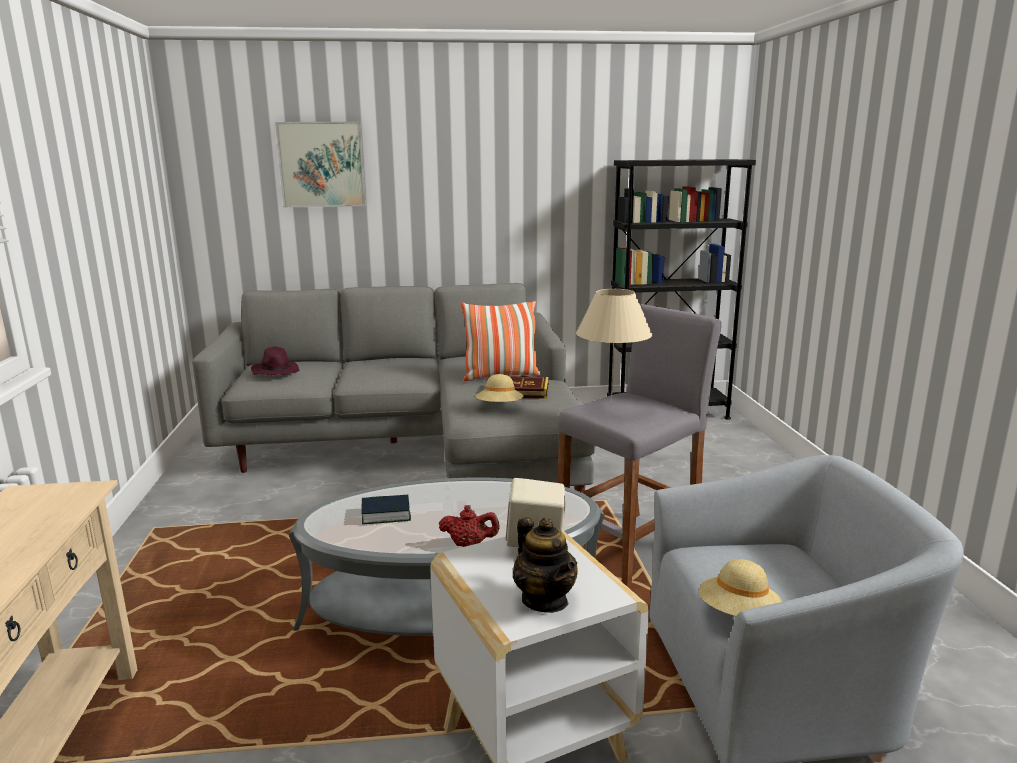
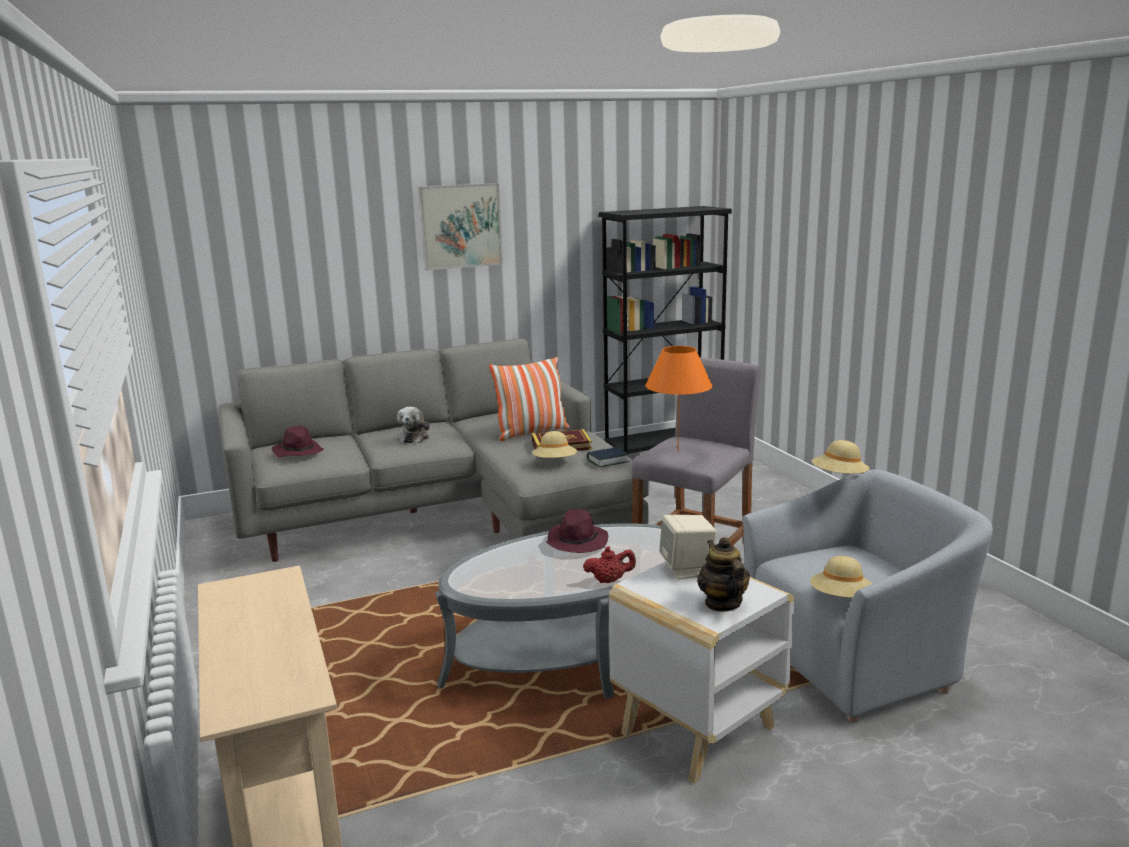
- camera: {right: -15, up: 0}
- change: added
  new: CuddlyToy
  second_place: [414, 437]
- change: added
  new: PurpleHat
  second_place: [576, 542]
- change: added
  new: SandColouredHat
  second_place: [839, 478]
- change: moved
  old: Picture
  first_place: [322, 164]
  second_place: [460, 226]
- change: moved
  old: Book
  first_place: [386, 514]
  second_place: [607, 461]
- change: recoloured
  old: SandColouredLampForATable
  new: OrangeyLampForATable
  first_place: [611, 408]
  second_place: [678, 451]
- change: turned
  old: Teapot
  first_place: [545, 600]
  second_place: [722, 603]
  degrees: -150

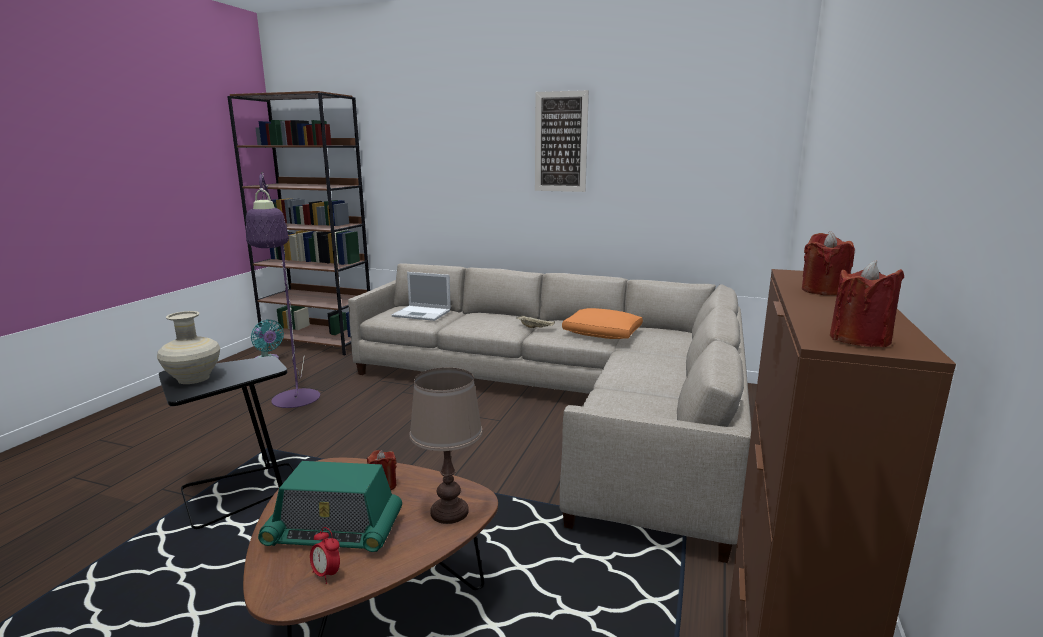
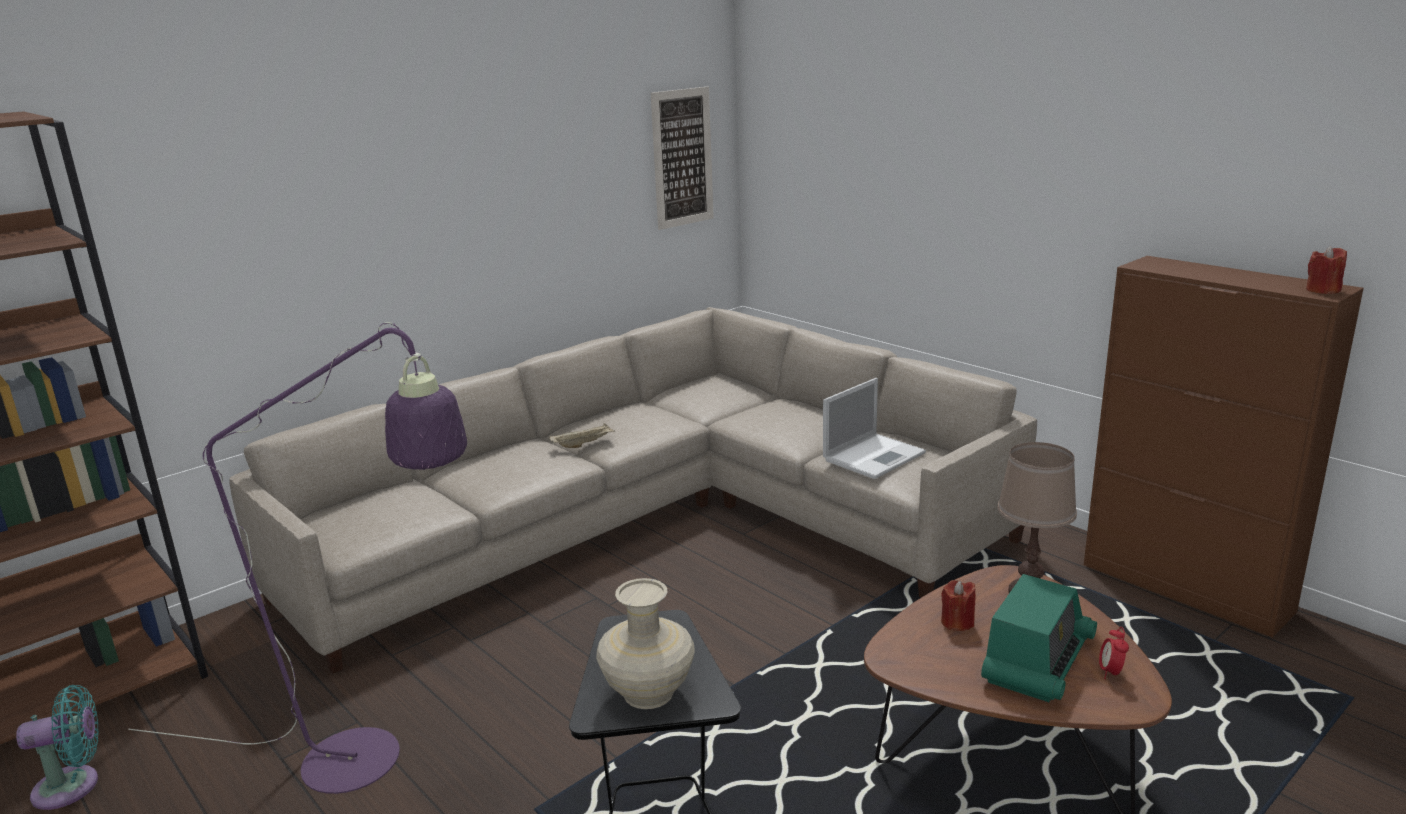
- camera: {right: -60, up: 5}
- change: removed
  old: OrangeyPillow
  first_place: [603, 334]
- change: removed
  old: RedWaxLight
  first_place: [823, 290]
- change: moved
  old: NotebookComputer
  first_place: [422, 313]
  second_place: [875, 456]
- change: moved
  old: Picture
  first_place: [561, 142]
  second_place: [682, 158]
- change: turned
  old: BedsideClock
  first_place: [326, 574]
  second_place: [1110, 672]
  degrees: 120

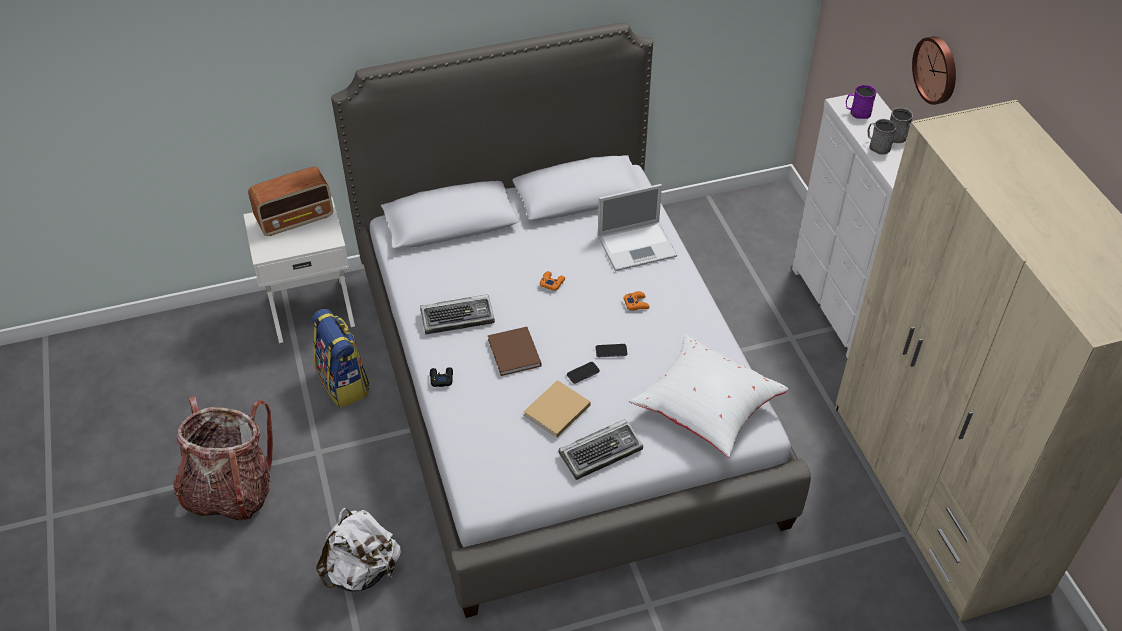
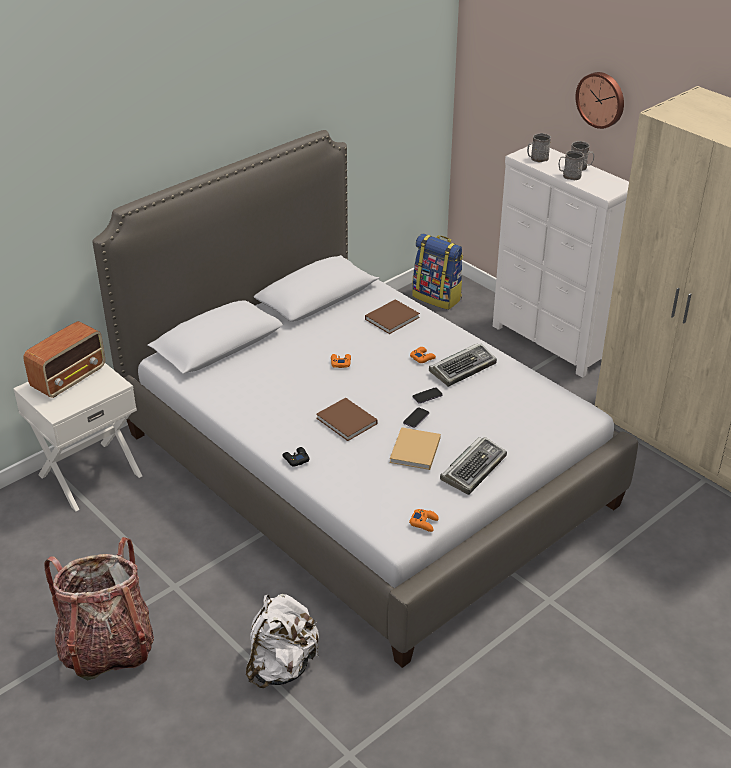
- camera: {right: -25, up: -10}
- change: removed
  old: WhiteColouredPillow
  first_place: [705, 410]
- change: added
  new: OrangeyGamepad
  second_place: [424, 522]
- change: moved
  old: Rucksack
  first_place: [344, 383]
  second_place: [437, 297]
- change: moved
  old: ComputerKeyboard
  first_place: [458, 317]
  second_place: [463, 368]
- change: replaced
  old: NotebookComputer
  new: BrownishBook
  first_place: [638, 246]
  second_place: [393, 318]
- change: recoloured
  old: PurpleMug
  new: GreyMug
  first_place: [857, 113]
  second_place: [537, 159]

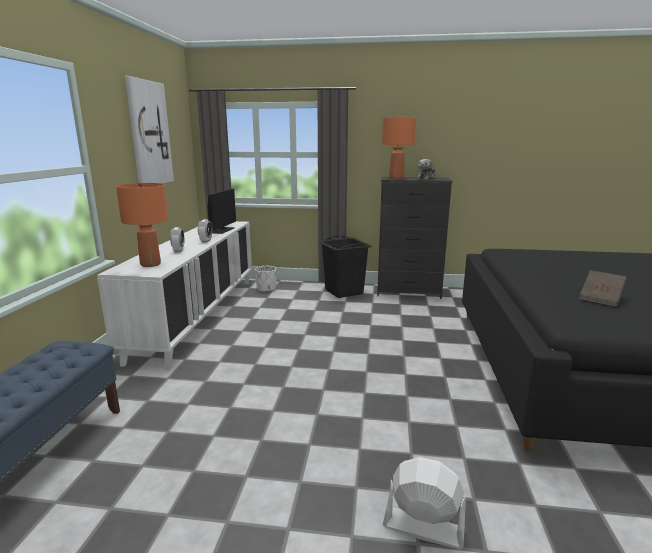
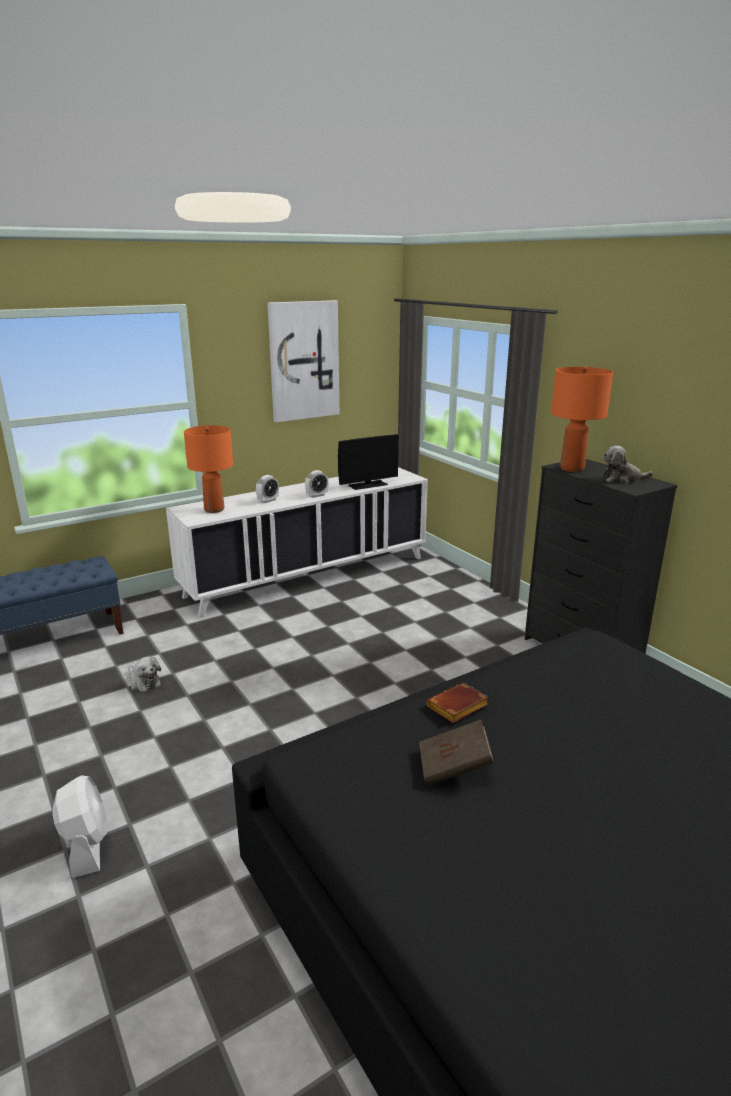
- camera: {right: 50, up: 5}
- change: removed
  old: WhiteColouredPlantPot
  first_place: [266, 289]
- change: removed
  old: BlackHamper
  first_place: [344, 292]
- change: added
  new: CuddlyToy
  second_place: [144, 682]
- change: added
  new: BrownishBook
  second_place: [457, 708]

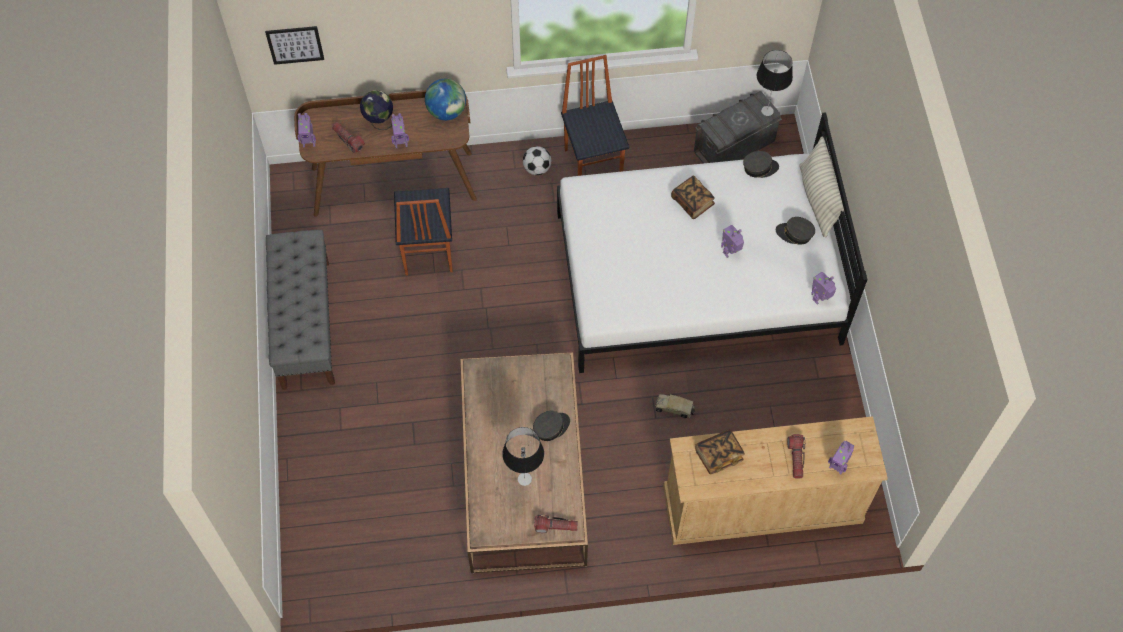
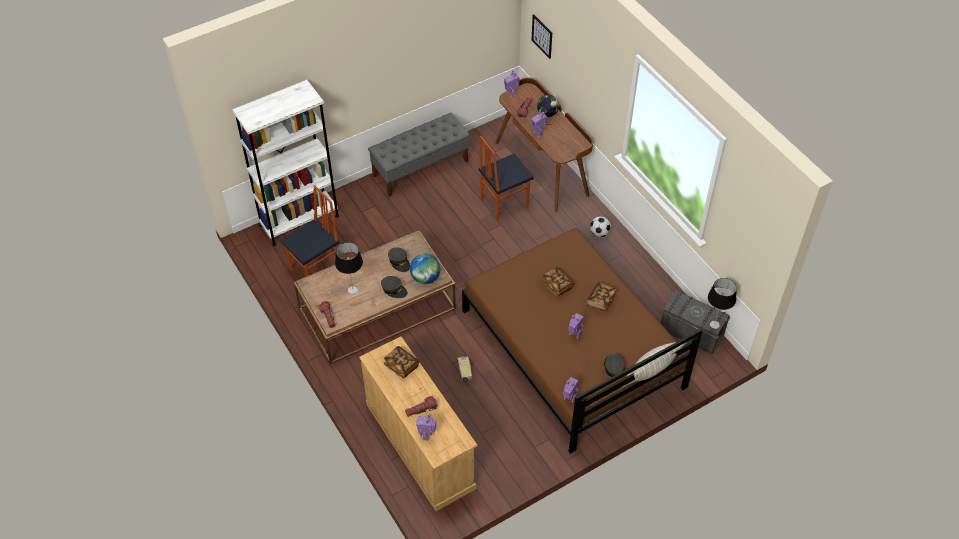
- camera: {right: 65, up: -10}
- change: added
  new: WhiteColouredBookshelf
  second_place: [299, 220]
- change: added
  new: Book
  second_place: [557, 285]
- change: moved
  old: DeskGlobe
  first_place: [447, 111]
  second_place: [425, 278]
- change: moved
  old: UprightChair
  first_place: [594, 163]
  second_place: [316, 270]
- change: moved
  old: GreyPeakedCap
  first_place: [759, 168]
  second_place: [399, 262]
- change: recoloured
  old: WhiteColouredBed
  new: BrownishBed
  first_place: [696, 277]
  second_place: [571, 348]

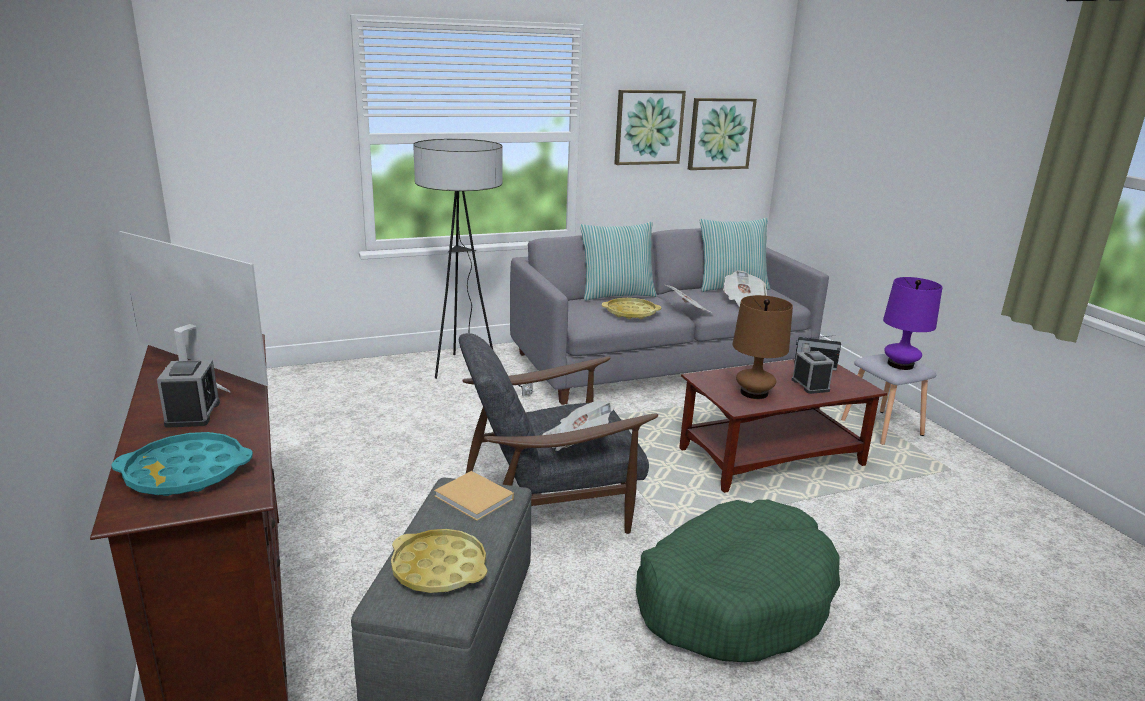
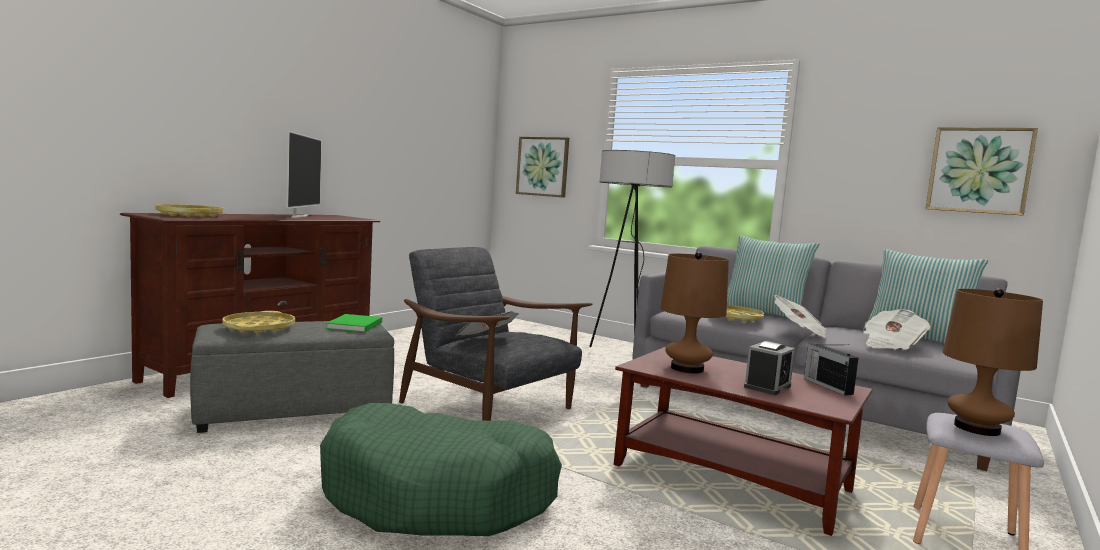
- camera: {right: 55, up: -15}
- change: removed
  old: BedsideClock
  first_place: [193, 414]
- change: moved
  old: Picture
  first_place: [648, 127]
  second_place: [543, 166]
- change: recoloured
  old: TurquoiseCarryingTray
  new: YellowCarryingTray
  first_place: [186, 473]
  second_place: [190, 215]
- change: recoloured
  old: SandColouredBook
  new: GreenishBook
  first_place: [475, 498]
  second_place: [354, 326]
- change: recoloured
  old: PurpleLampForATable
  new: BrownishLampForATable
  first_place: [900, 364]
  second_place: [977, 428]

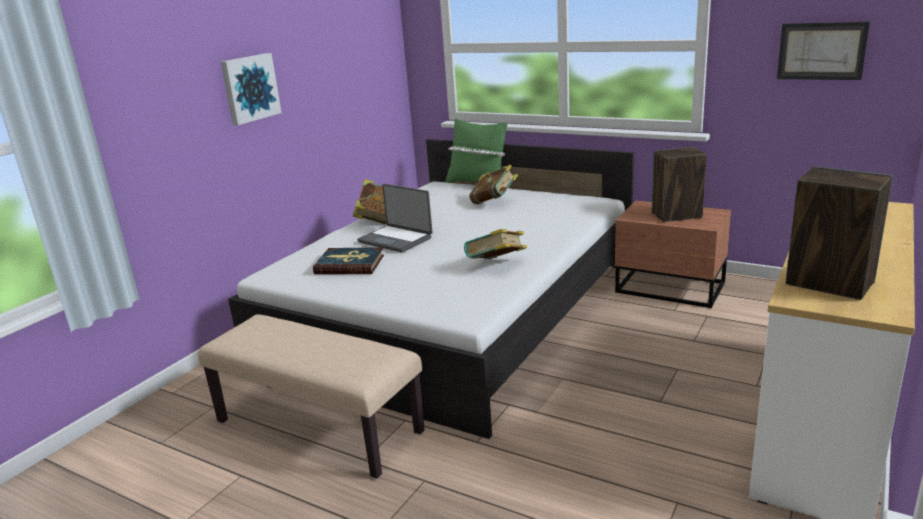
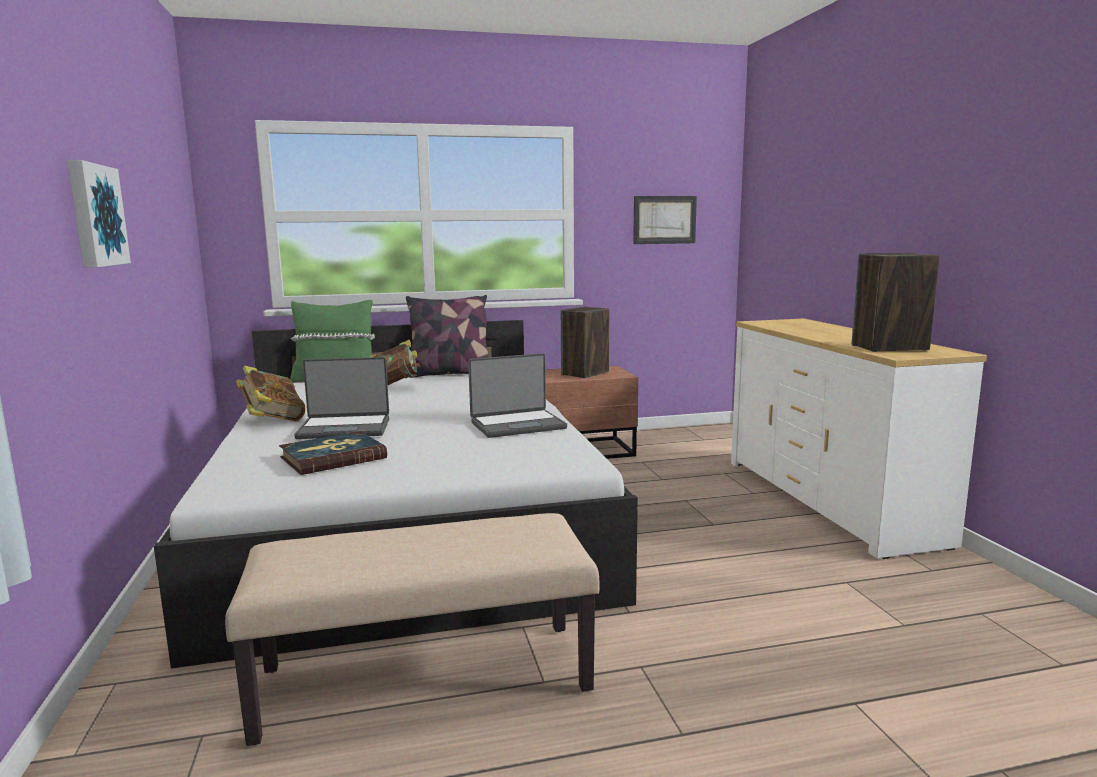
- camera: {right: -45, up: -10}
- change: added
  new: Pillow
  second_place: [450, 373]
- change: replaced
  old: Book
  new: NotebookComputer
  first_place: [496, 266]
  second_place: [517, 425]

